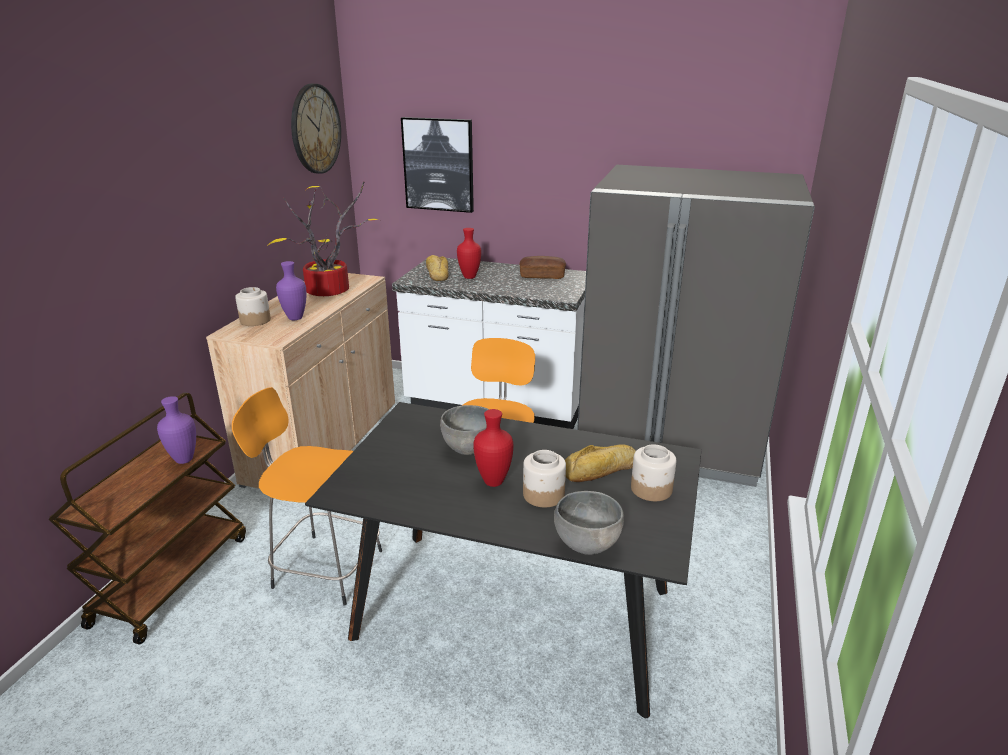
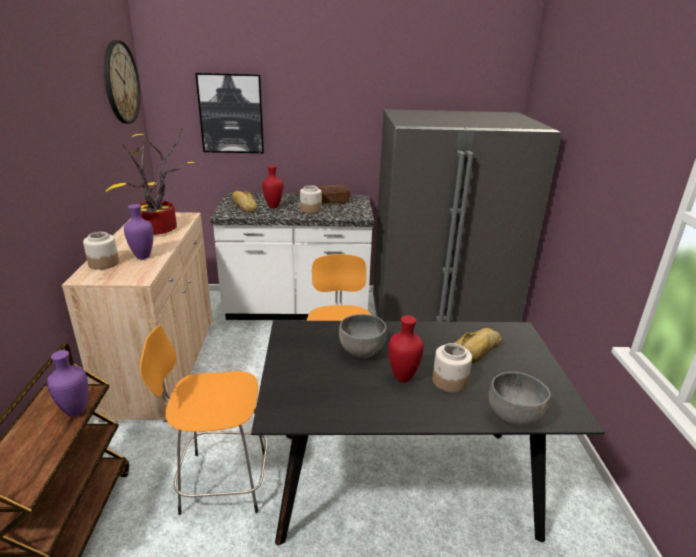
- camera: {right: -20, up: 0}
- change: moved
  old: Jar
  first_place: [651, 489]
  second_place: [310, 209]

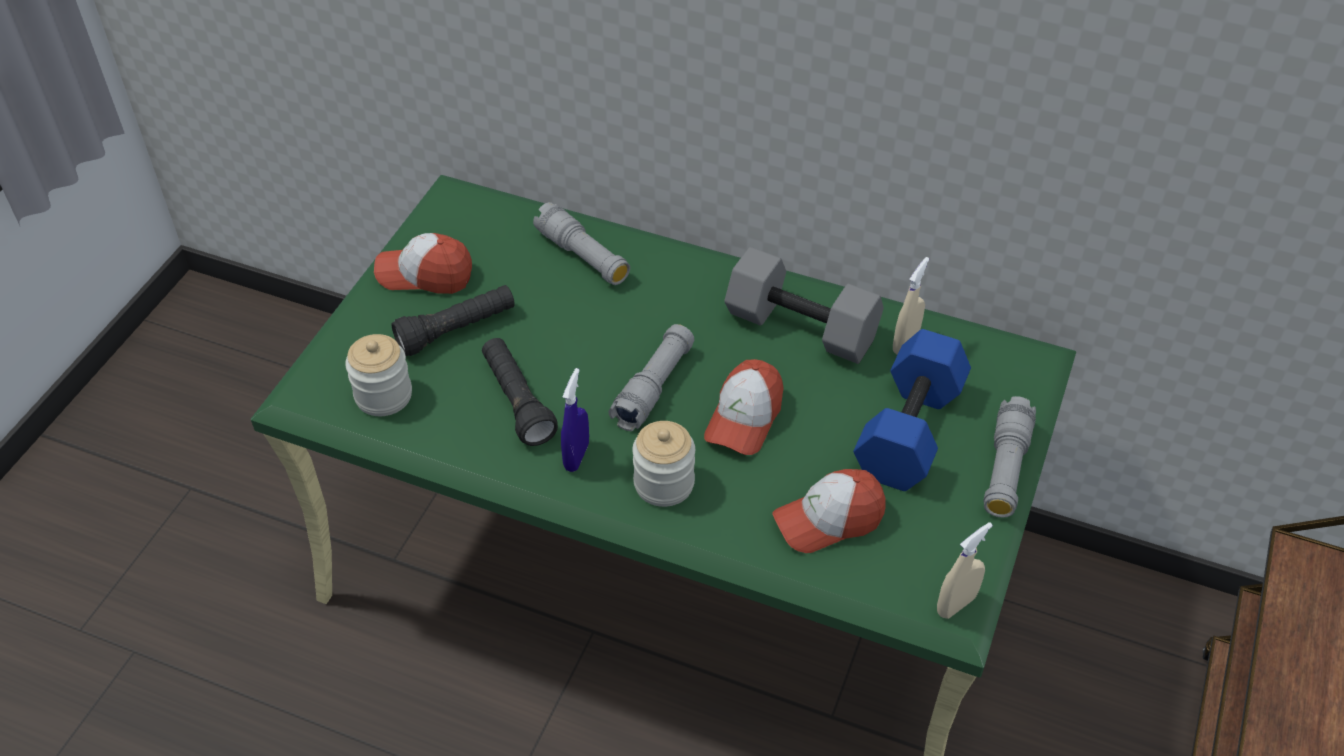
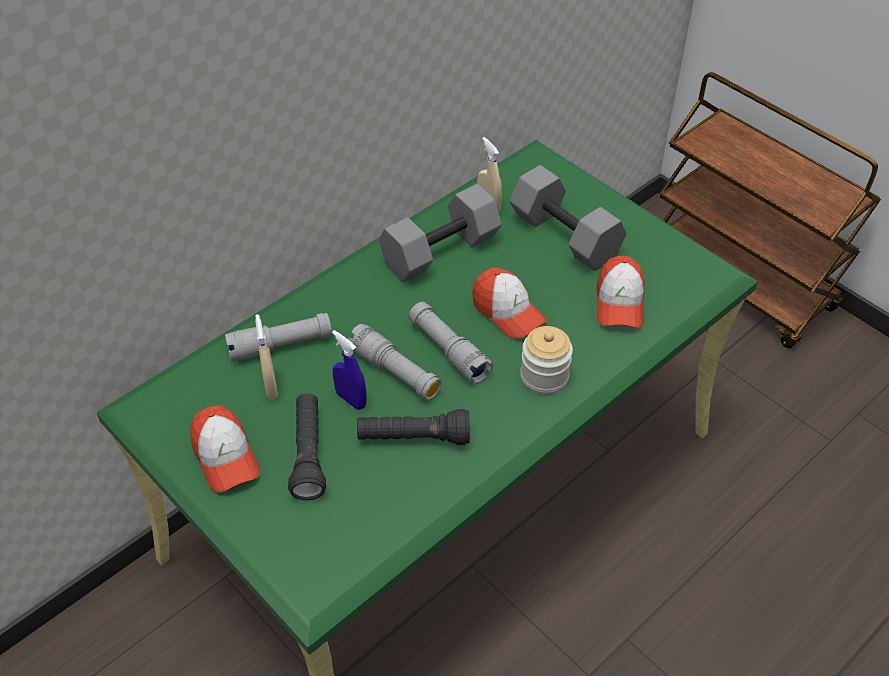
- camera: {right: -65, up: 0}
- change: removed
  old: Jar
  first_place: [383, 395]
- change: moved
  old: BlueColouredSprayer
  first_place: [576, 456]
  second_place: [351, 400]
- change: moved
  old: SandColouredSprayer
  first_place: [956, 604]
  second_place: [270, 387]
- change: moved
  old: GreyFlashlight
  first_place: [1005, 468]
  second_place: [395, 371]
- change: recoloured
  old: BlueColouredFreeWeight
  new: GreyFreeWeight
  first_place: [911, 432]
  second_place: [567, 235]
- change: turned
  old: PeakedCap
  first_place: [425, 274]
  second_place: [225, 457]
  degrees: -60

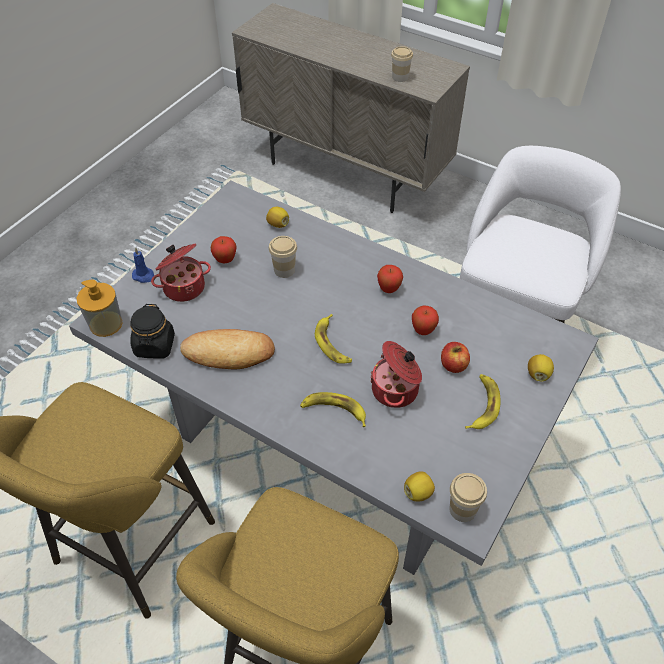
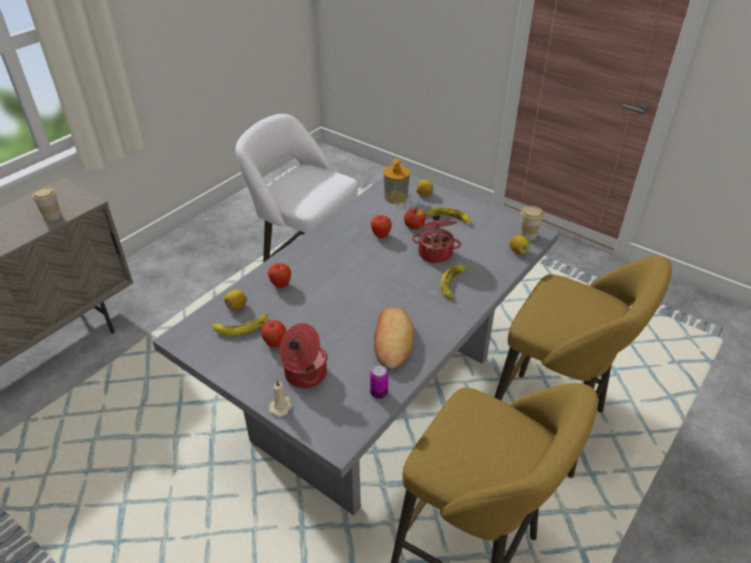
- camera: {right: -85, up: -10}
- change: removed
  old: Cup
  first_place: [284, 270]
- change: moved
  old: LiquidSoapBottle
  first_place: [106, 324]
  second_place: [396, 197]
- change: moved
  old: BananaFruit
  first_place: [333, 343]
  second_place: [241, 326]
- change: moved
  old: WholeApple
  first_place: [389, 289]
  second_place: [281, 285]
- change: replaced
  old: BlackJar
  new: MetalCan
  first_place: [155, 346]
  second_place: [379, 393]
- change: recoloured
  old: BlueColouredWaxLight
  new: SandColouredWaxLight
  first_place: [144, 276]
  second_place: [281, 406]

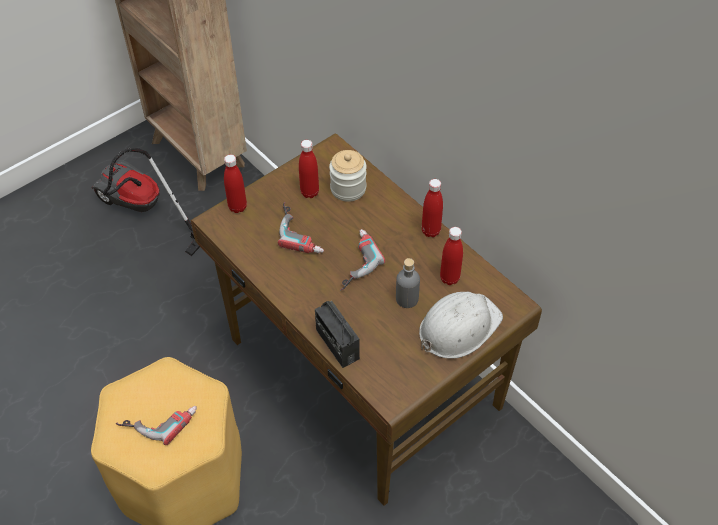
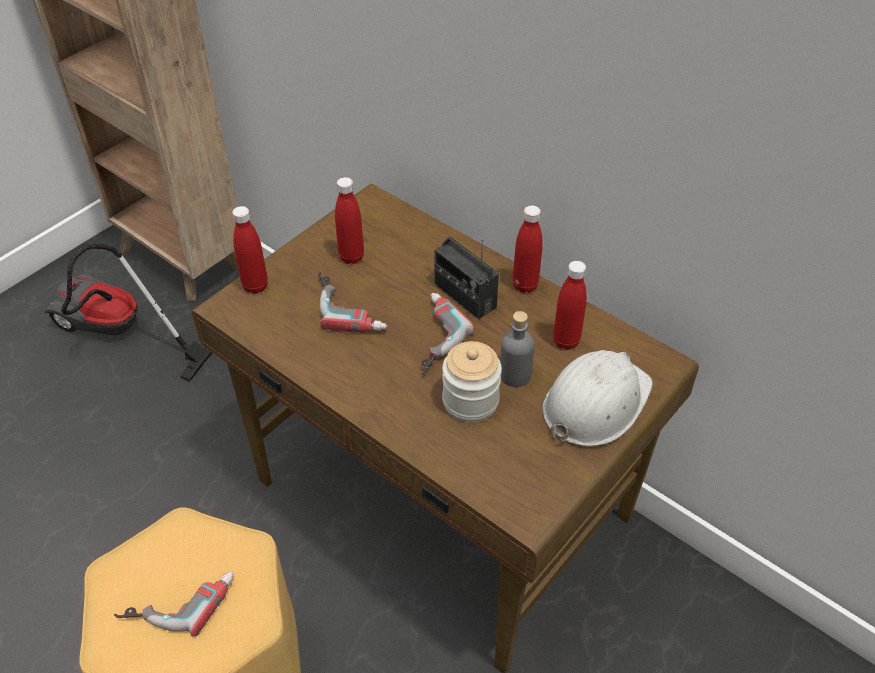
- camera: {right: -10, up: -5}
- change: moved
  old: RadioReceiver
  first_place: [337, 344]
  second_place: [464, 295]
- change: moved
  old: Jar
  first_place: [348, 188]
  second_place: [470, 401]

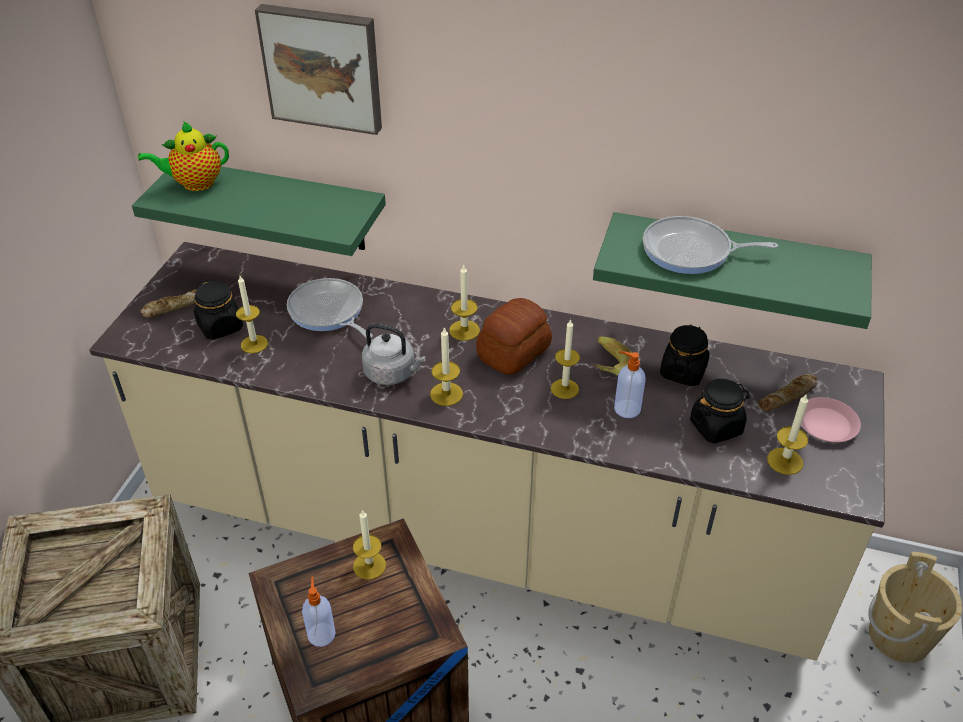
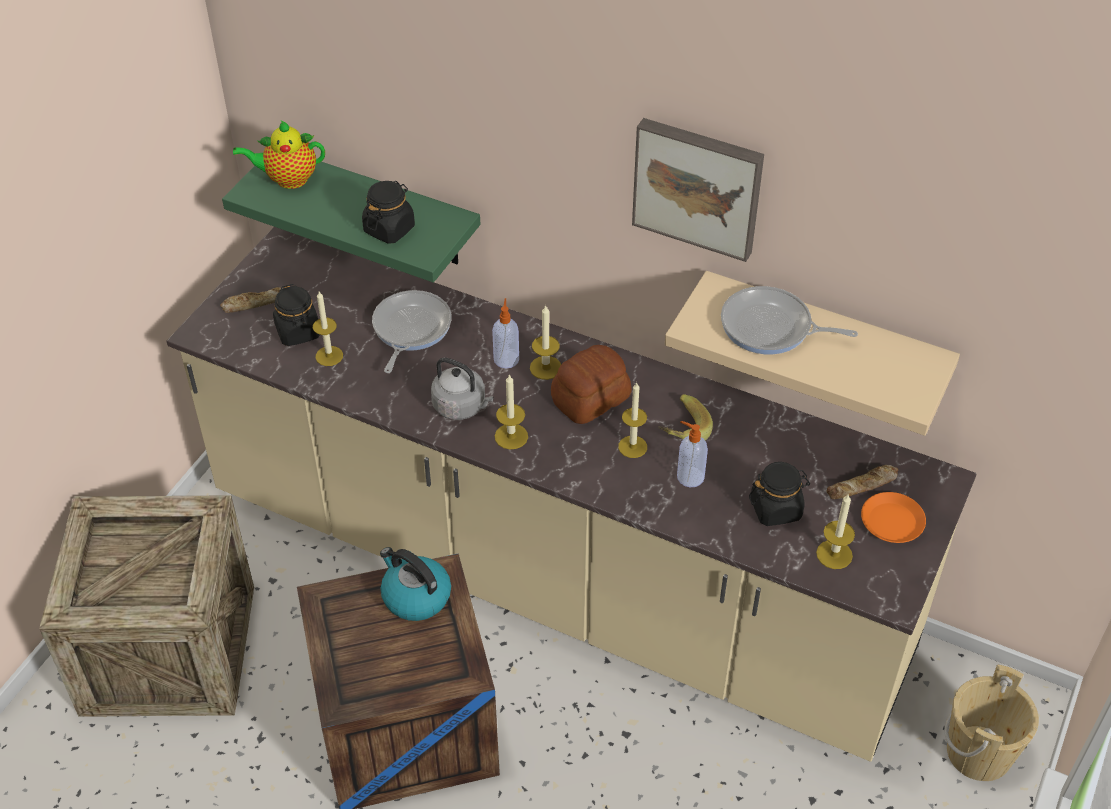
- camera: {right: 10, up: 5}
- change: moved
  old: Picture
  first_place: [323, 67]
  second_place: [698, 186]
- change: moved
  old: LiquidSoapBottle
  first_place: [321, 633]
  second_place: [506, 358]
- change: moved
  old: BlackJar
  first_place: [683, 371]
  second_place: [389, 229]
- change: replaced
  old: WaxLight
  new: WaterKettle
  first_place: [369, 565]
  second_place: [415, 596]
- change: recoloured
  old: GreenishBracketShelf
  new: SandColouredBracketShelf
  first_place: [732, 264]
  second_place: [824, 340]
- change: recoloured
  old: PinkColouredFlatDish
  new: OrangeyFlatDish
  first_place: [827, 425]
  second_place: [892, 522]
- change: turned
  old: FryingPan
  first_place: [328, 312]
  second_place: [410, 329]
  degrees: 45

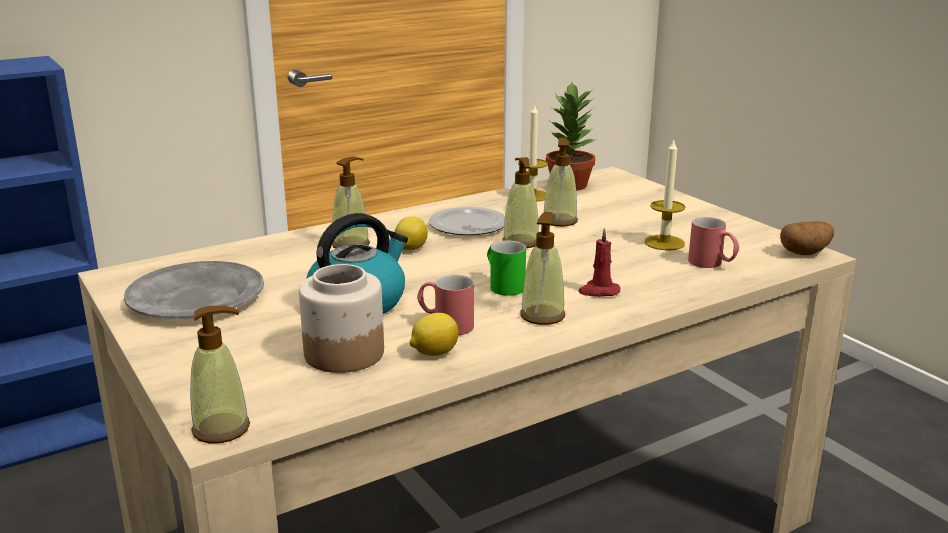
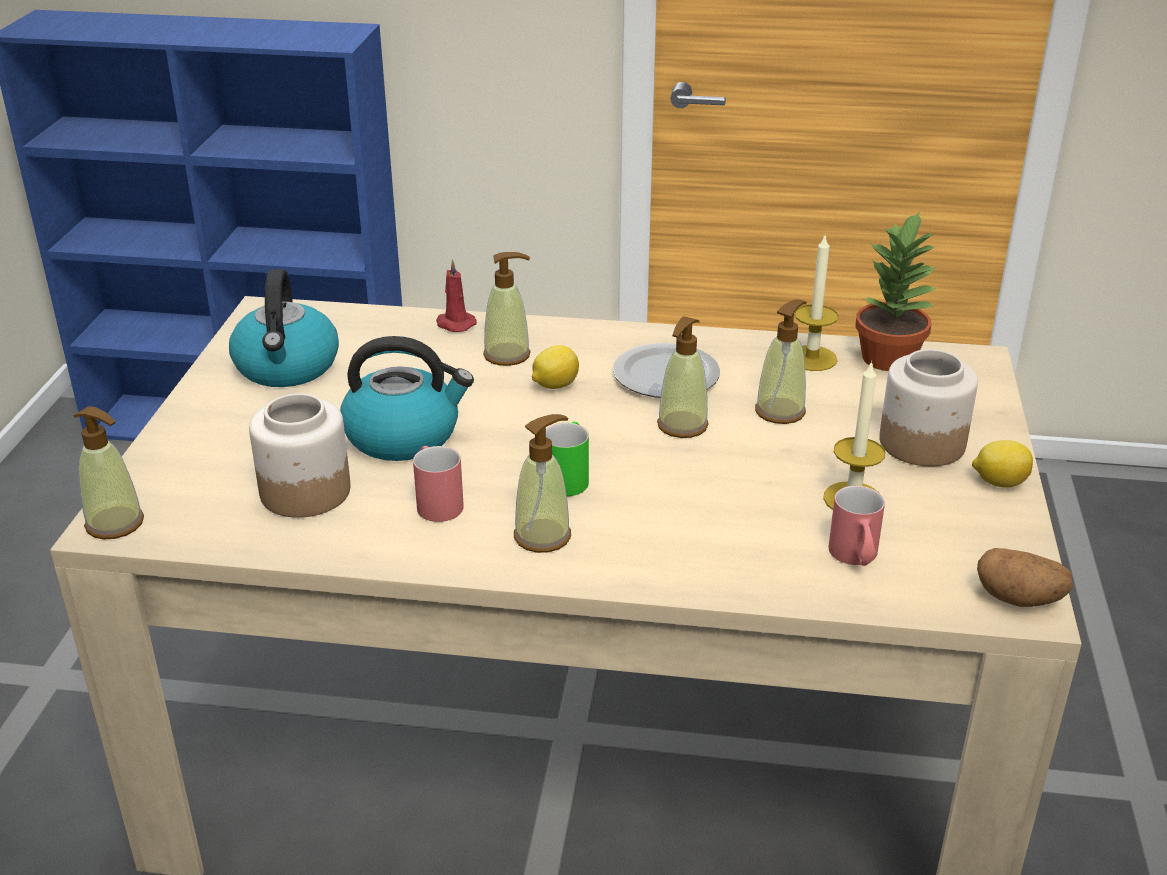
- camera: {right: 40, up: 10}
- change: added
  new: Jar
  second_place: [920, 443]
- change: moved
  old: CitrusFruit
  first_place: [434, 353]
  second_place: [998, 482]
- change: moved
  old: RedWaxLight
  first_place: [598, 291]
  second_place: [454, 324]
- change: replaced
  old: GreyFlatDish
  new: WaterKettle
  first_place: [196, 298]
  second_place: [287, 367]

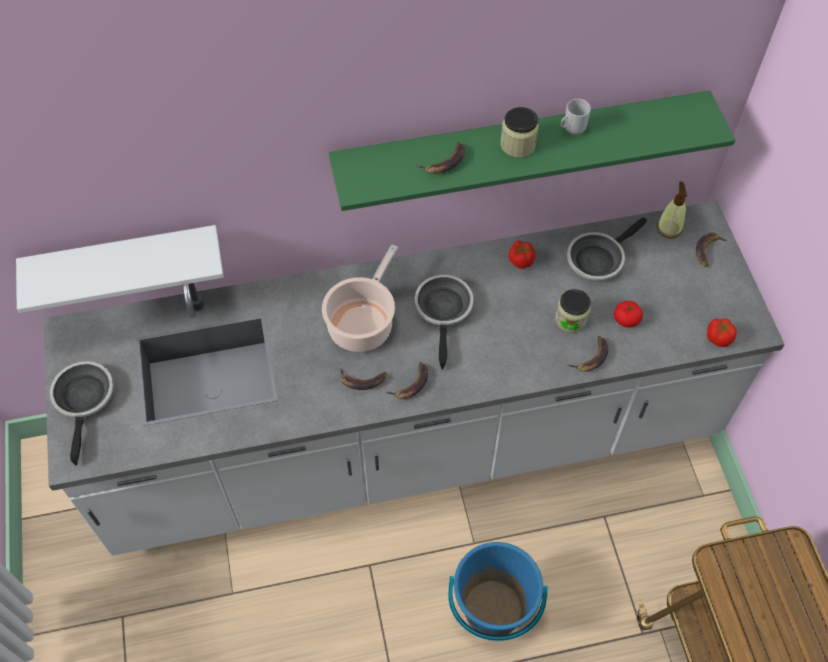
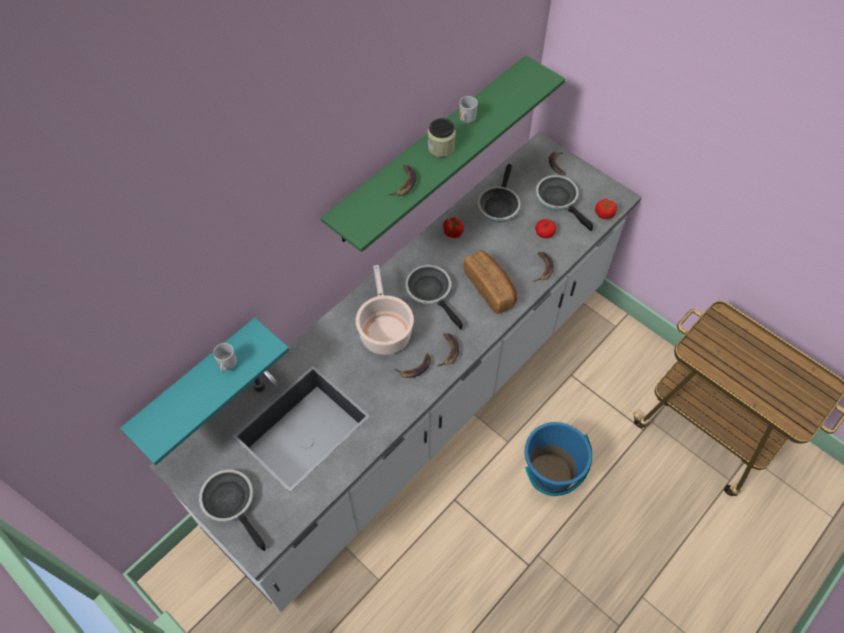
- camera: {right: -35, up: 0}
- change: removed
  old: Jar
  first_place: [570, 319]
- change: removed
  old: LiquidSoapBottle
  first_place: [669, 228]
- change: added
  new: Mug
  second_place: [227, 365]
- change: added
  new: BakeryBread
  second_place: [490, 288]
- change: added
  new: FryingPan
  second_place: [559, 200]
- change: recoloured
  old: WhiteColouredBracketShelf
  new: TurquoiseBracketShelf
  first_place: [125, 262]
  second_place: [197, 384]

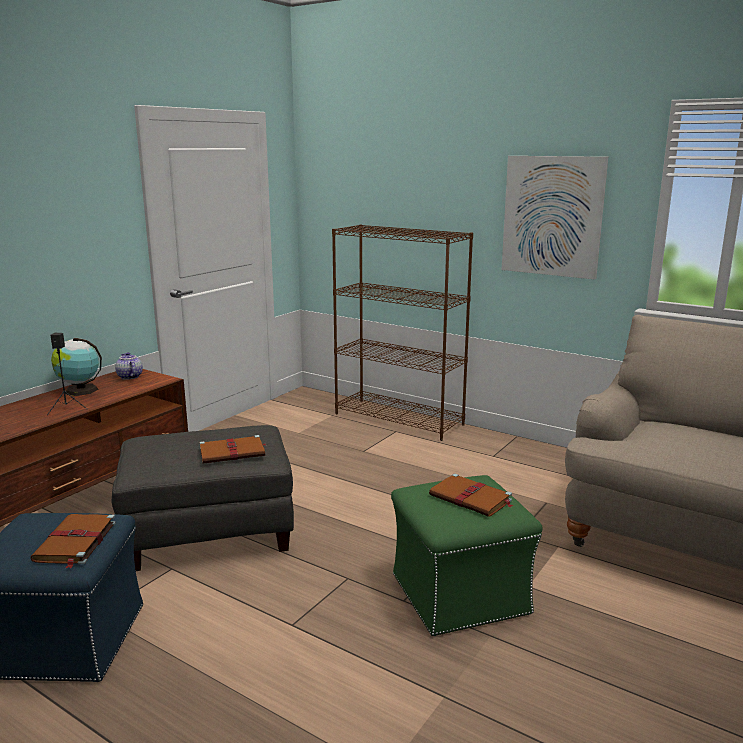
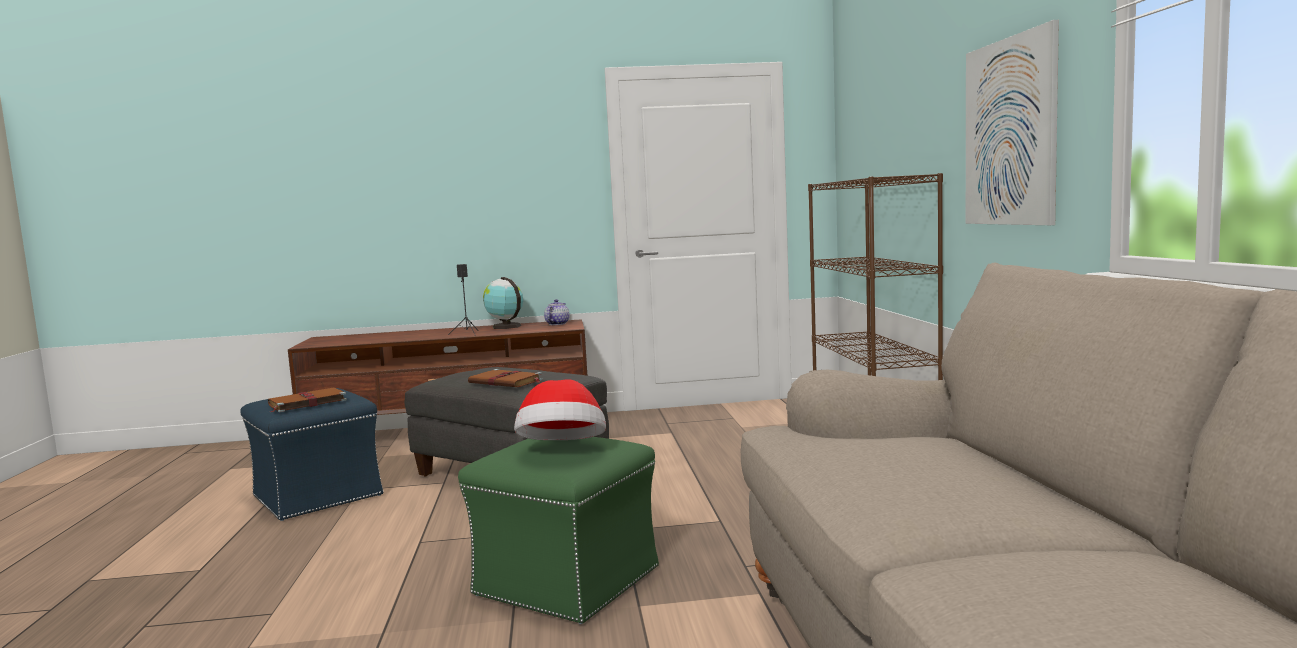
- camera: {right: 50, up: -10}
- change: replaced
  old: BrownishBook
  new: Hat
  first_place: [471, 498]
  second_place: [563, 450]

